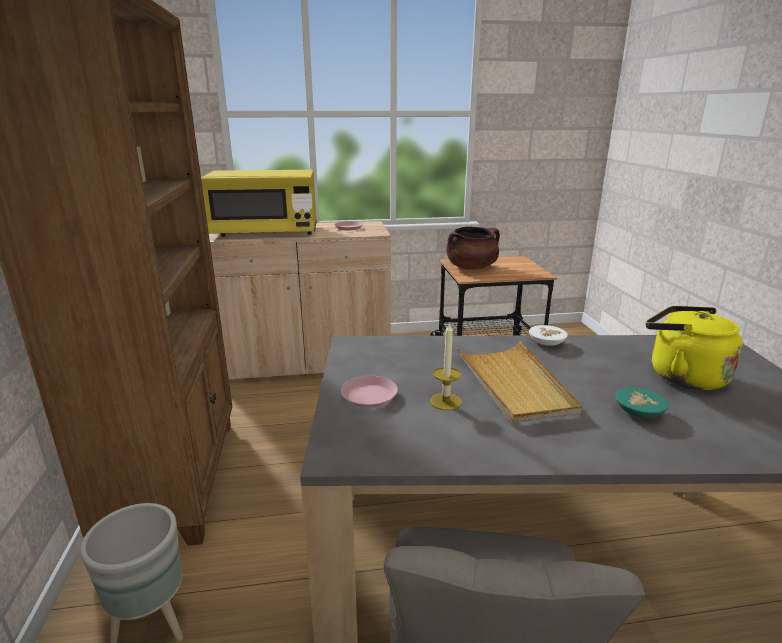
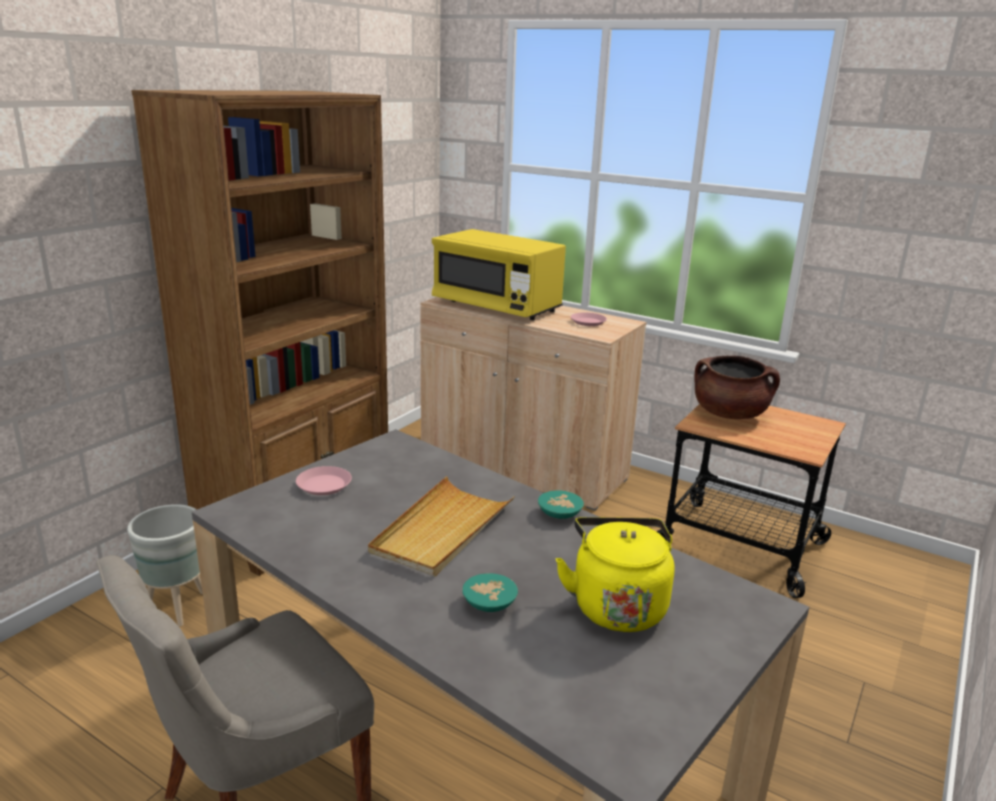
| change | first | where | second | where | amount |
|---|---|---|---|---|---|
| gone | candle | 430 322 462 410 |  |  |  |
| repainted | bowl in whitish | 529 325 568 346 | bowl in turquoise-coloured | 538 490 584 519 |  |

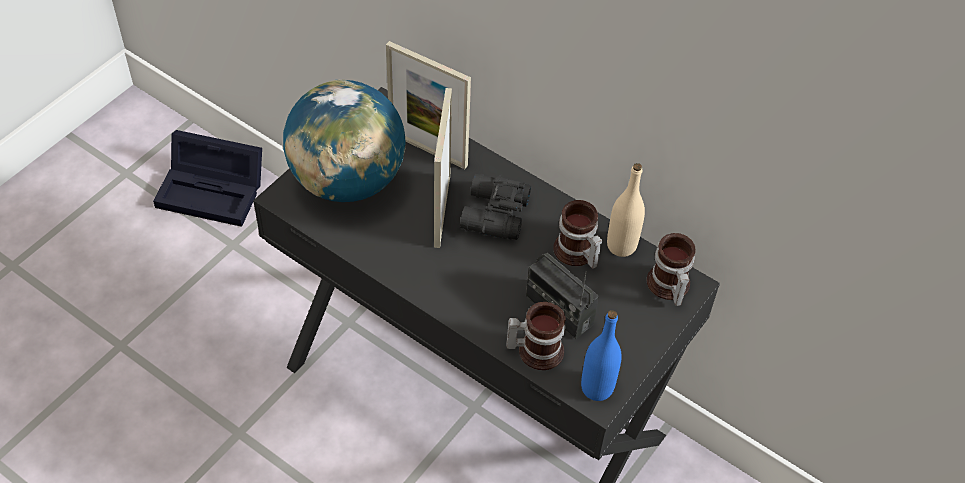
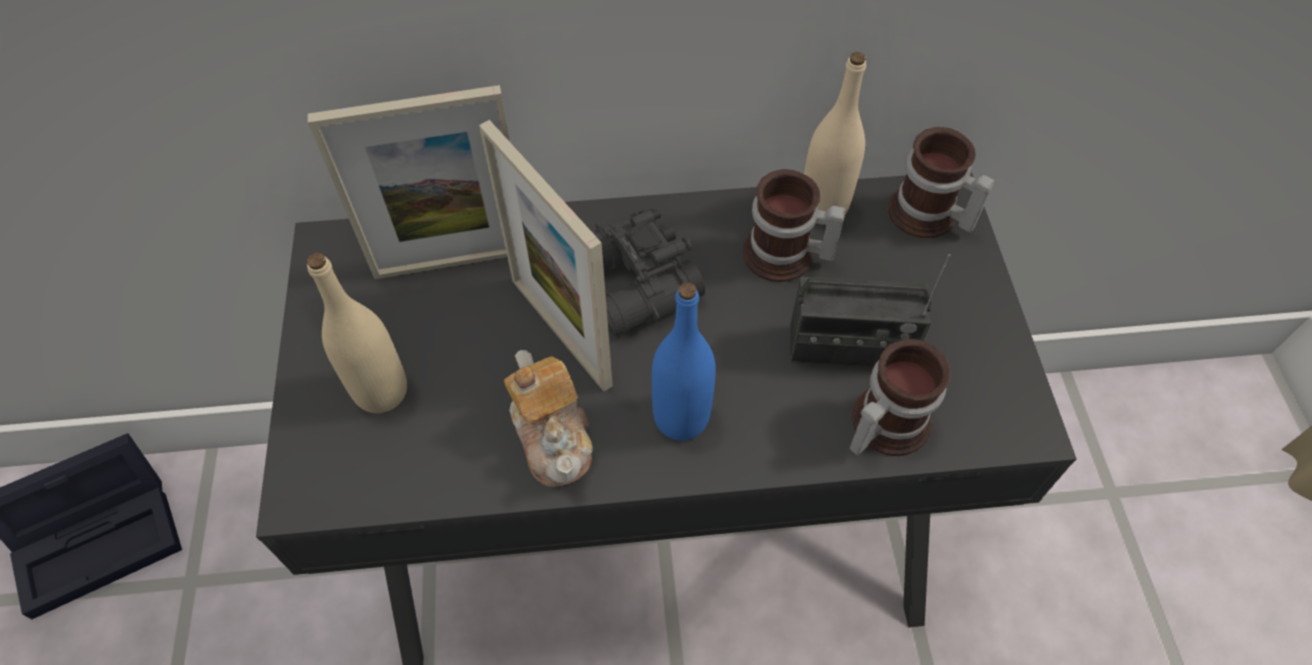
| change | first | where | second | where | amount |
|---|---|---|---|---|---|
| new |  |  | teapot | 504 350 593 487 |  |
| shifted | bottle in bluish | 581 310 622 401 |  | 652 282 716 440 |  |
| swapped | desk globe | 283 79 406 202 | bottle in beige | 307 253 407 413 |  |

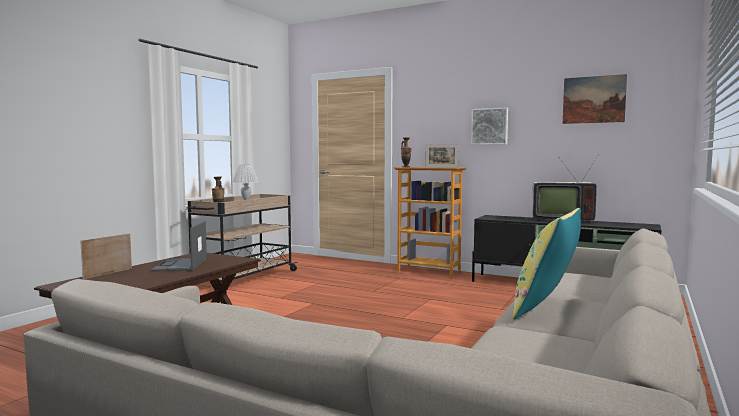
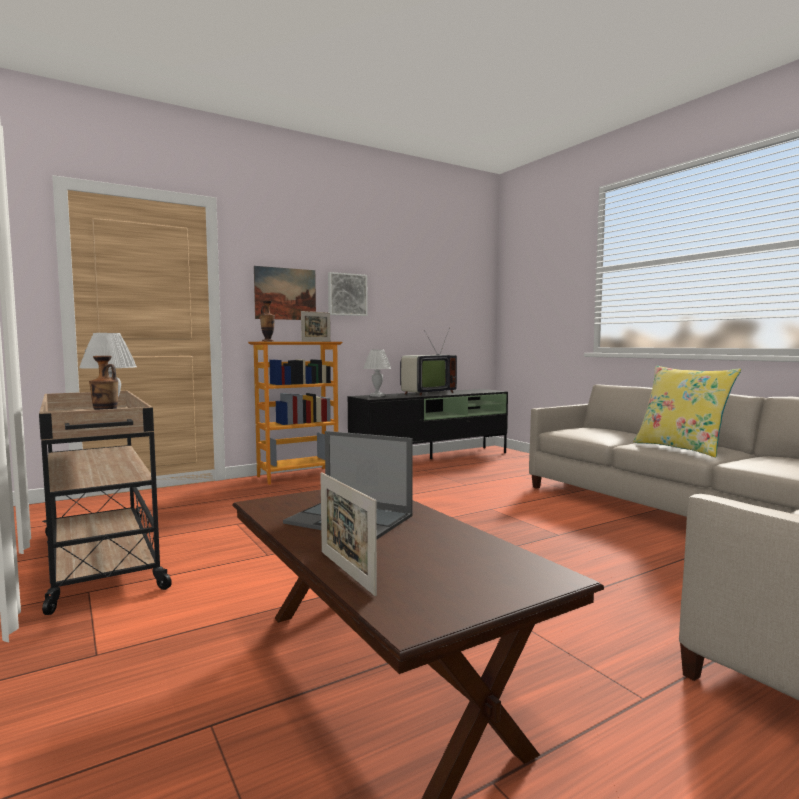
| change | first | where | second | where | amount |
|---|---|---|---|---|---|
| new |  |  | lamp for a table in whitish | 363 350 391 397 |  |
| shifted | wall art | 563 74 627 124 |  | 254 266 316 320 |  |

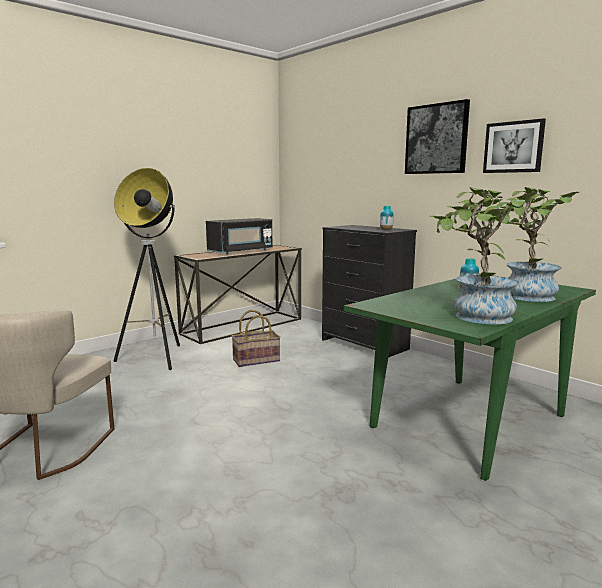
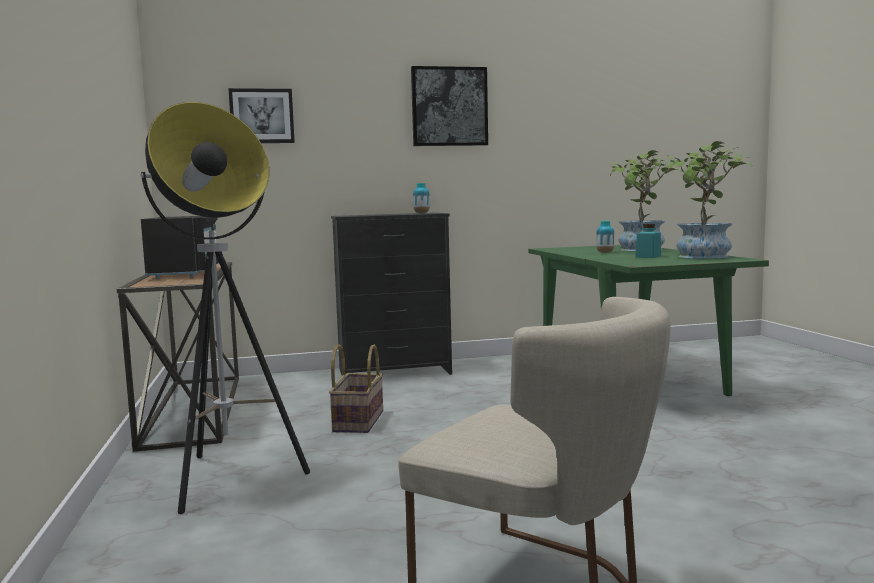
| change | first | where | second | where | amount |
|---|---|---|---|---|---|
| new |  |  | storage jar in turquoise-coloured | 635 224 661 258 |  |
| shifted | wall art | 483 118 546 173 |  | 228 88 295 143 |  |

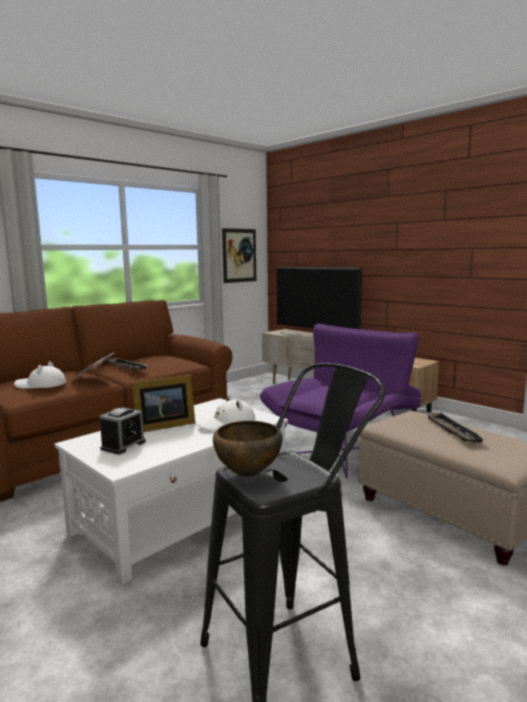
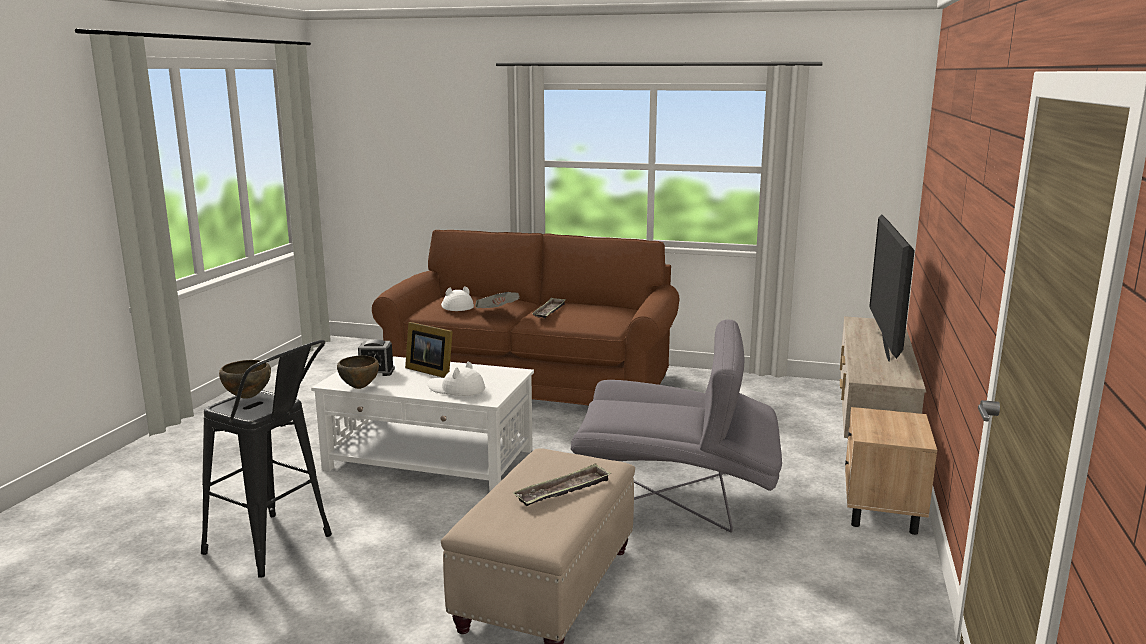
| change | first | where | second | where | amount |
|---|---|---|---|---|---|
| gone | wall art | 222 228 256 283 |  |  |  |
| new |  |  | bowl in brown | 337 355 379 389 |  |
| repainted | lounge chair in purplish | 260 324 421 478 | lounge chair in grey | 571 319 782 533 |  |

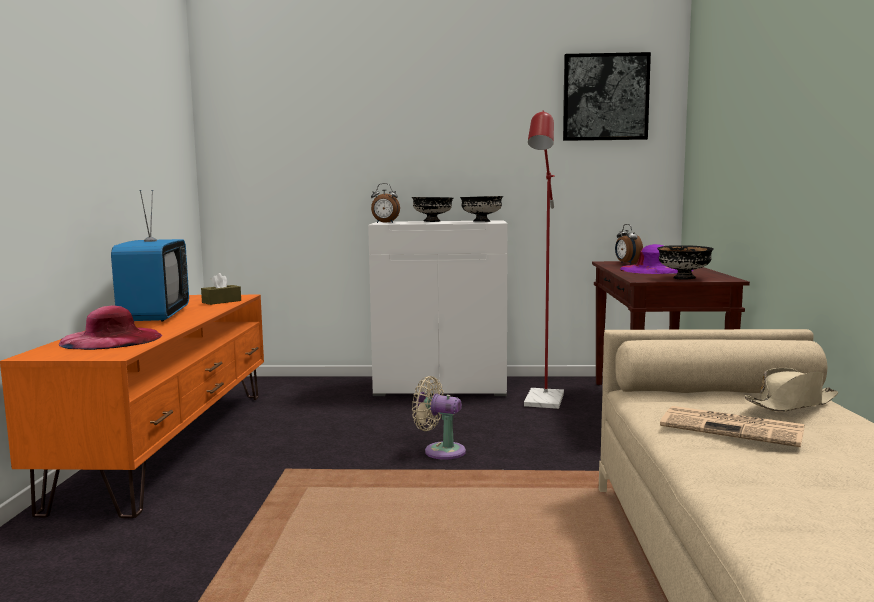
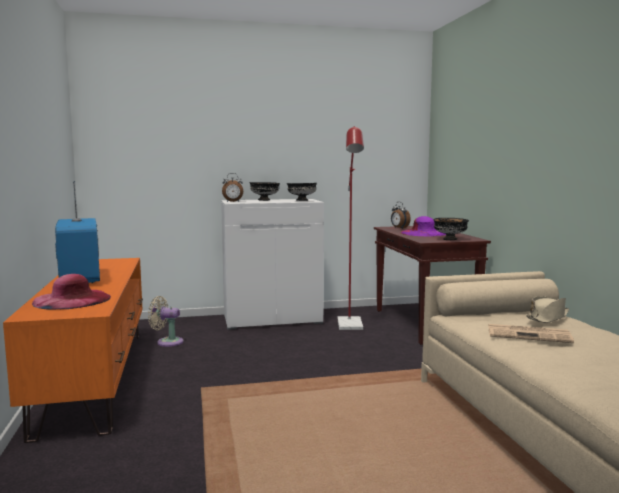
| change | first | where | second | where | amount |
|---|---|---|---|---|---|
| gone | tissue box in brown | 201 273 241 305 |  |  |  |
| gone | wall art | 563 52 651 141 |  |  |  |
| shifted | cooling fan in beige | 412 376 466 460 |  | 148 296 183 347 |  |

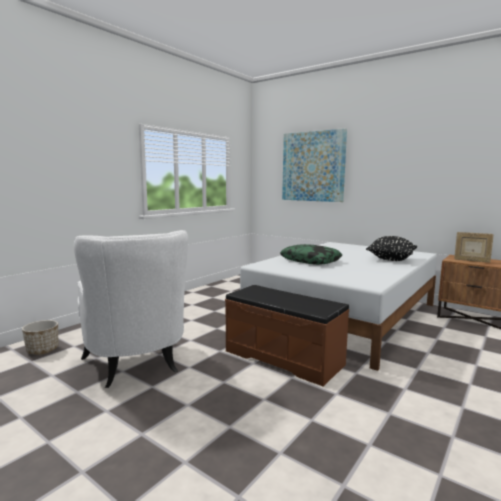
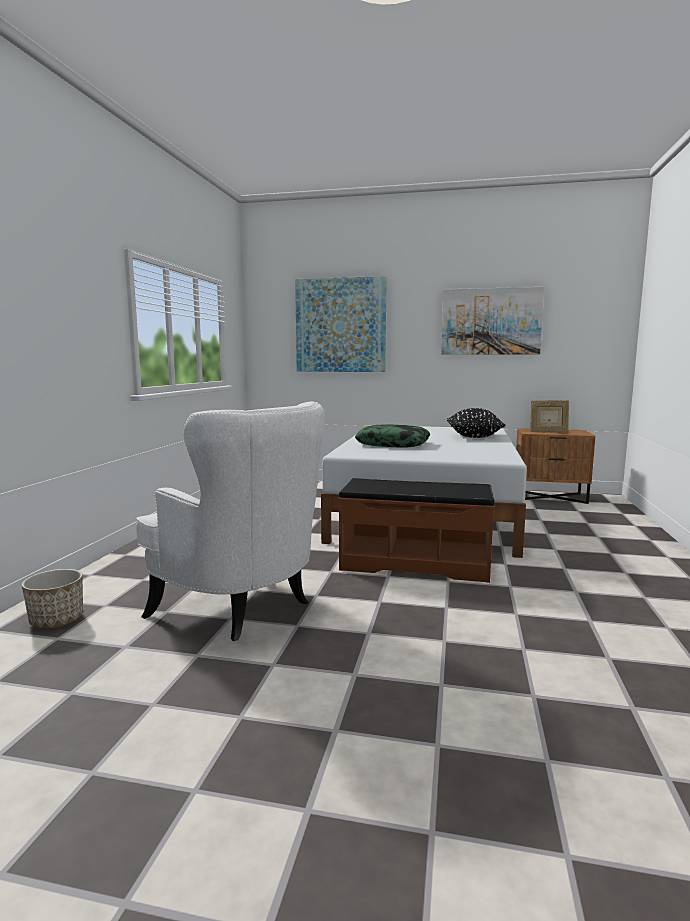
| change | first | where | second | where | amount |
|---|---|---|---|---|---|
| new |  |  | wall art | 441 287 544 355 |  |

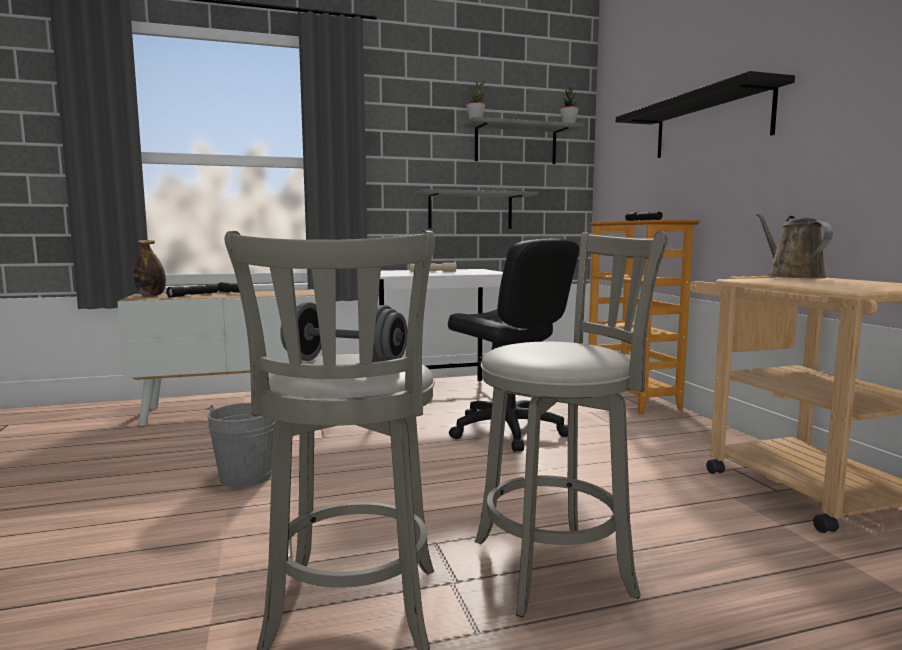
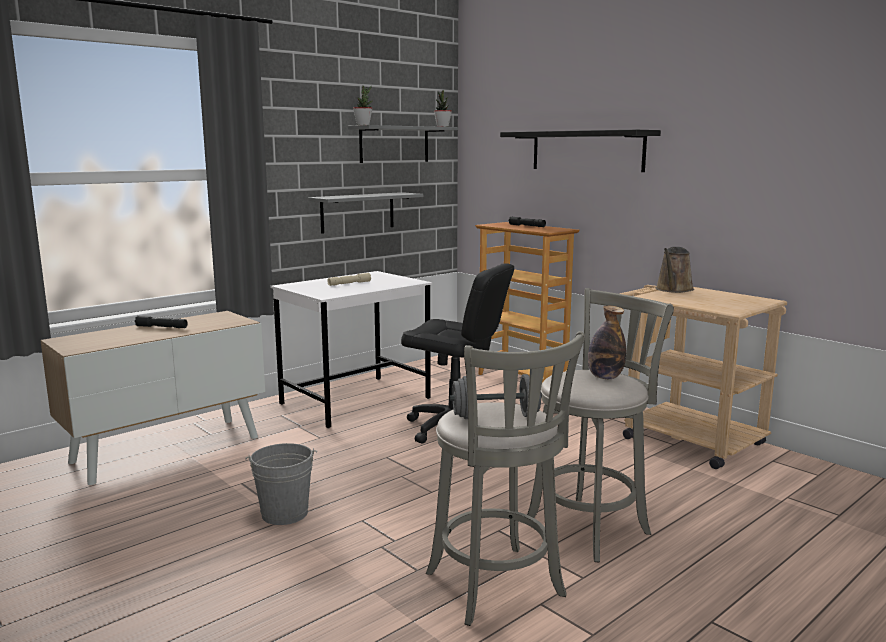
| change | first | where | second | where | amount |
|---|---|---|---|---|---|
| gone | torch in blackish | 166 284 218 298 |  |  |  |
| shifted | bottle | 134 240 166 296 |  | 588 306 626 379 |  |
| rotated | watering pot in brown | 756 213 833 279 |  | 655 247 694 293 | 120 degrees counterclockwise |

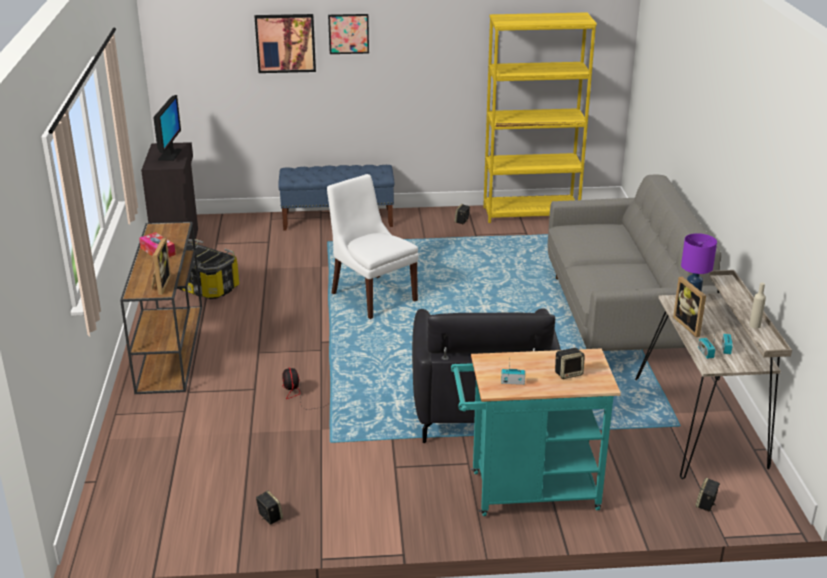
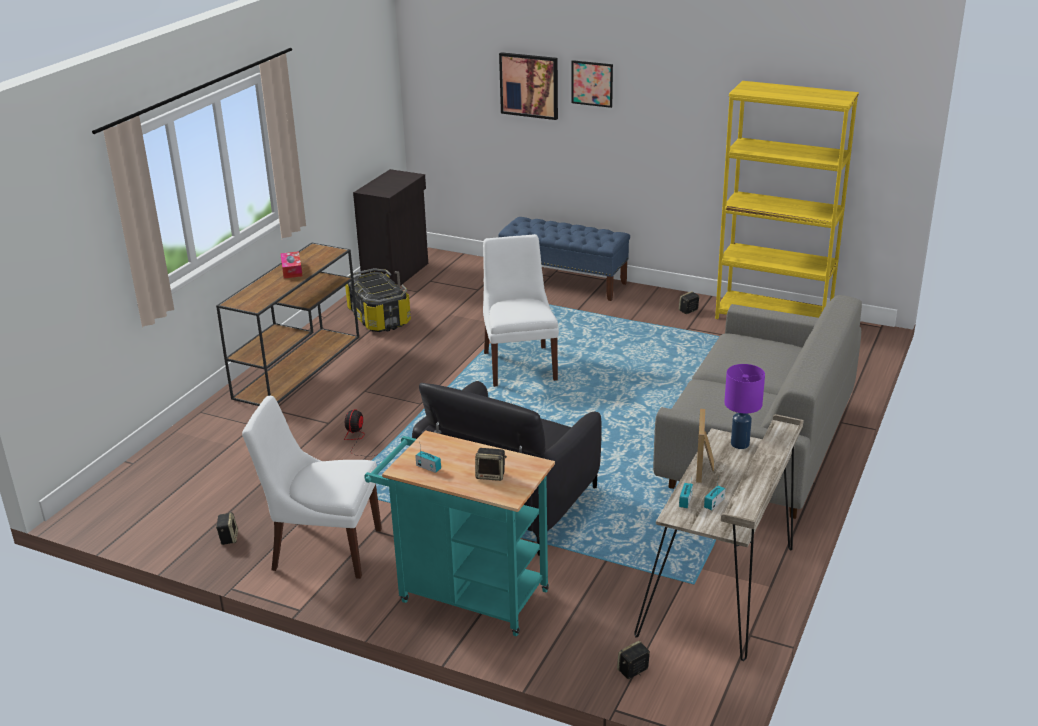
| change | first | where | second | where | amount |
|---|---|---|---|---|---|
| gone | picture frame | 151 237 171 295 |  |  |  |
| gone | computer display | 153 95 181 161 |  |  |  |
| gone | bottle in beige | 749 283 766 329 |  |  |  |
| new |  |  | upright chair in whitish | 242 396 382 579 |  |

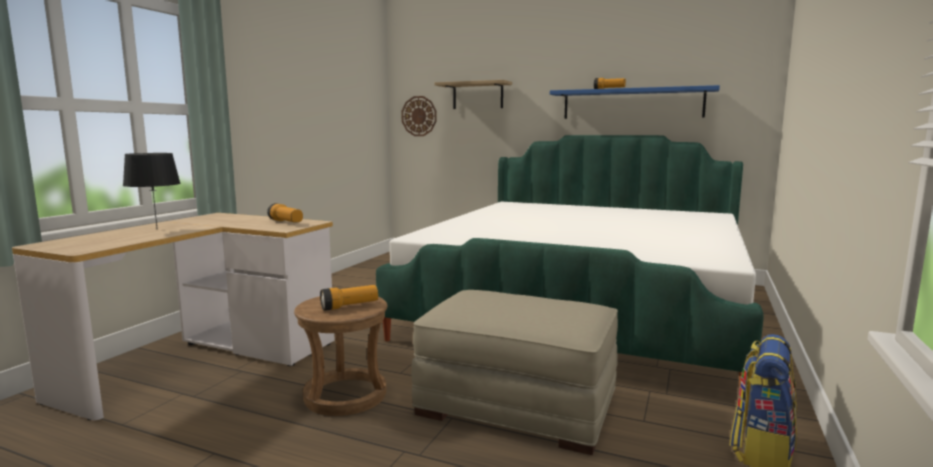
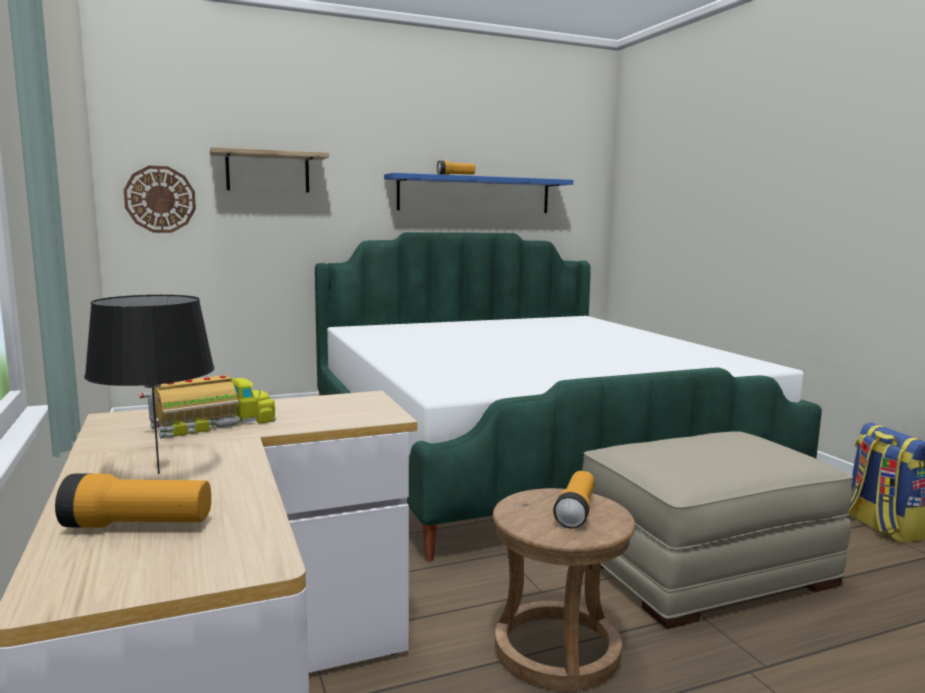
| change | first | where | second | where | amount |
|---|---|---|---|---|---|
| new |  |  | model truck | 138 375 276 439 |  |
| shifted | torch | 267 203 303 223 |  | 55 473 211 528 |  |

